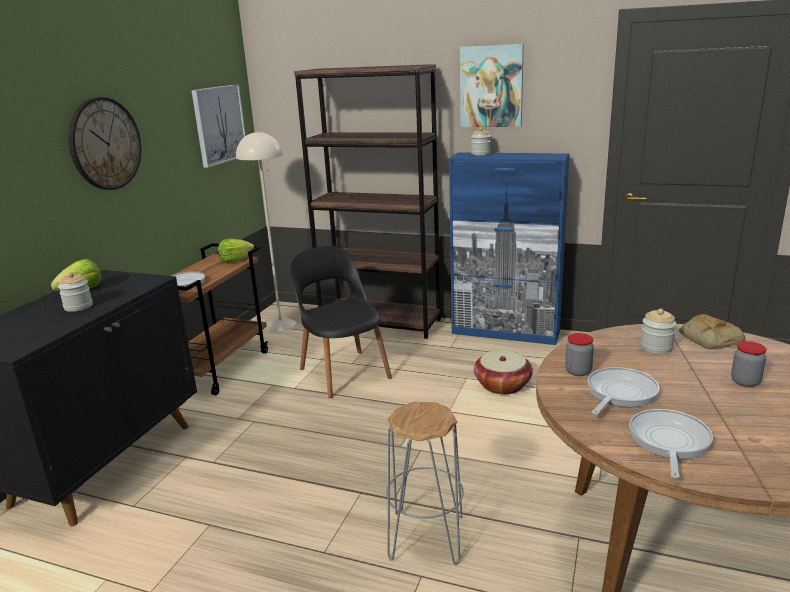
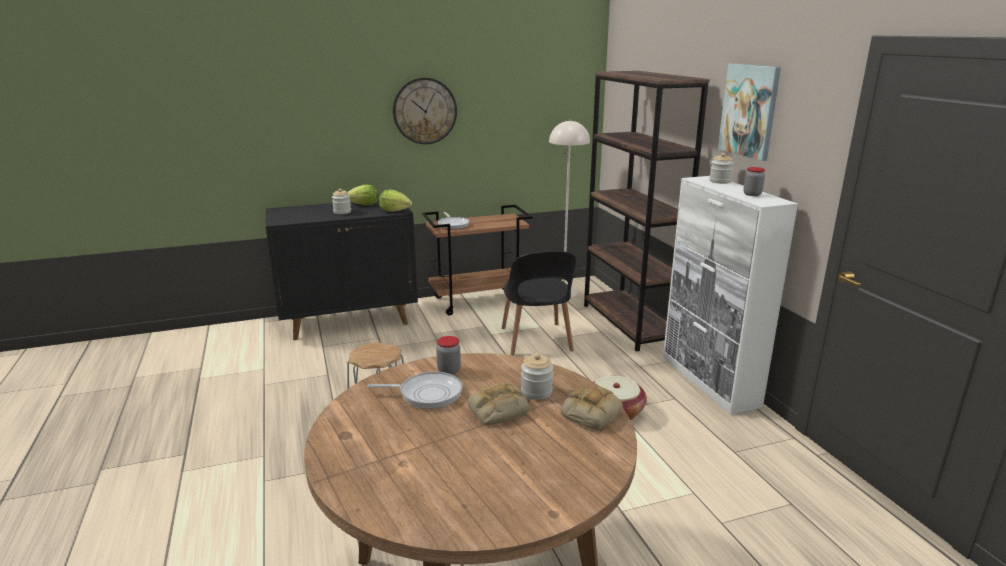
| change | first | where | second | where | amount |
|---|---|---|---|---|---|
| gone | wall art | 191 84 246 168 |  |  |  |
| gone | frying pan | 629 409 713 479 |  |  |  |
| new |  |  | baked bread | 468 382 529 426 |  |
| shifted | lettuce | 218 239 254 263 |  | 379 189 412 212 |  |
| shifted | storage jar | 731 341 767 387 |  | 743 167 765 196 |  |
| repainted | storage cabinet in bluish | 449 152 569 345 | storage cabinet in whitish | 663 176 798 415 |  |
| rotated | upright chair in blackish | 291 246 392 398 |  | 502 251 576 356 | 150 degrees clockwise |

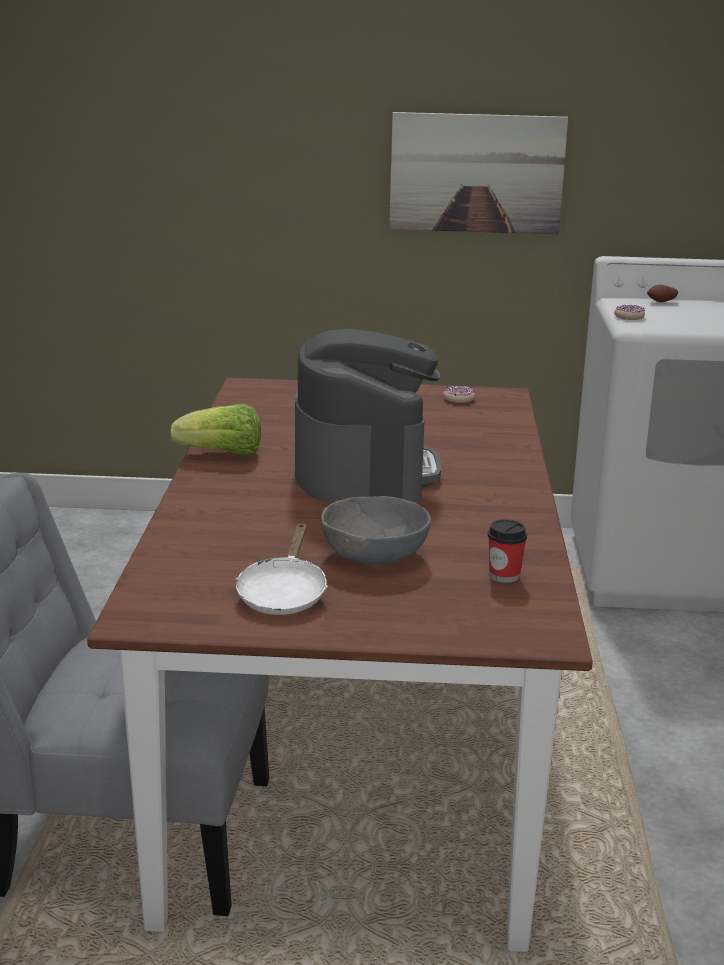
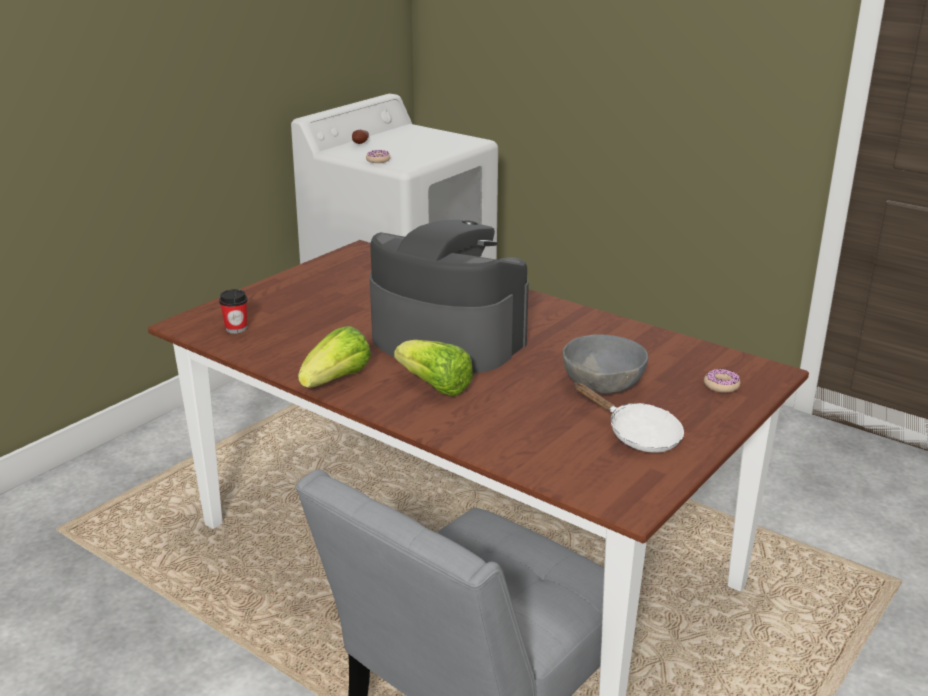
| change | first | where | second | where | amount |
|---|---|---|---|---|---|
| gone | wall art | 389 112 568 234 |  |  |  |
| new |  |  | lettuce | 394 340 473 397 |  |
| shifted | ring doughnut | 443 386 475 403 |  | 704 368 740 393 |  |
| shifted | cup | 488 519 527 583 |  | 219 289 247 334 |  |

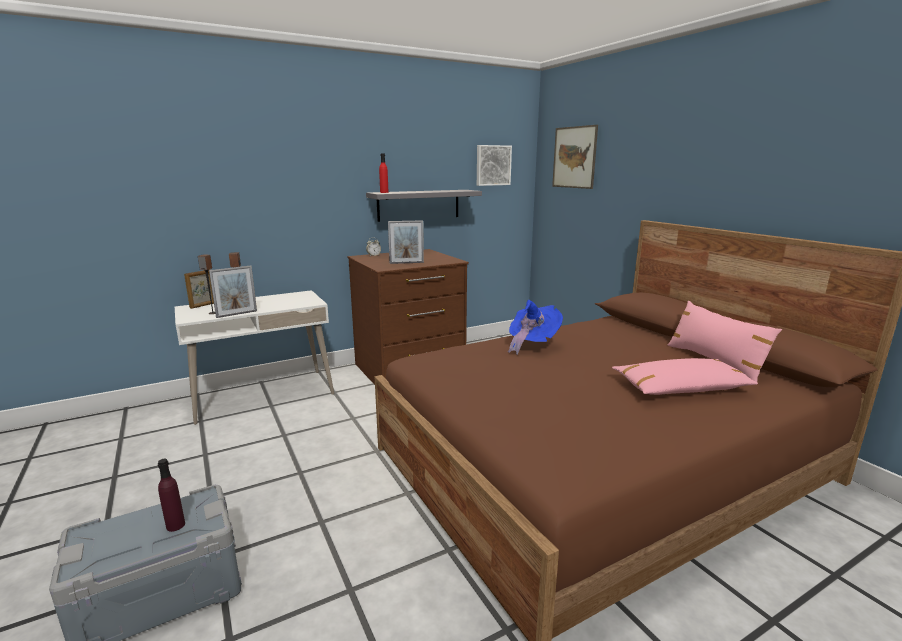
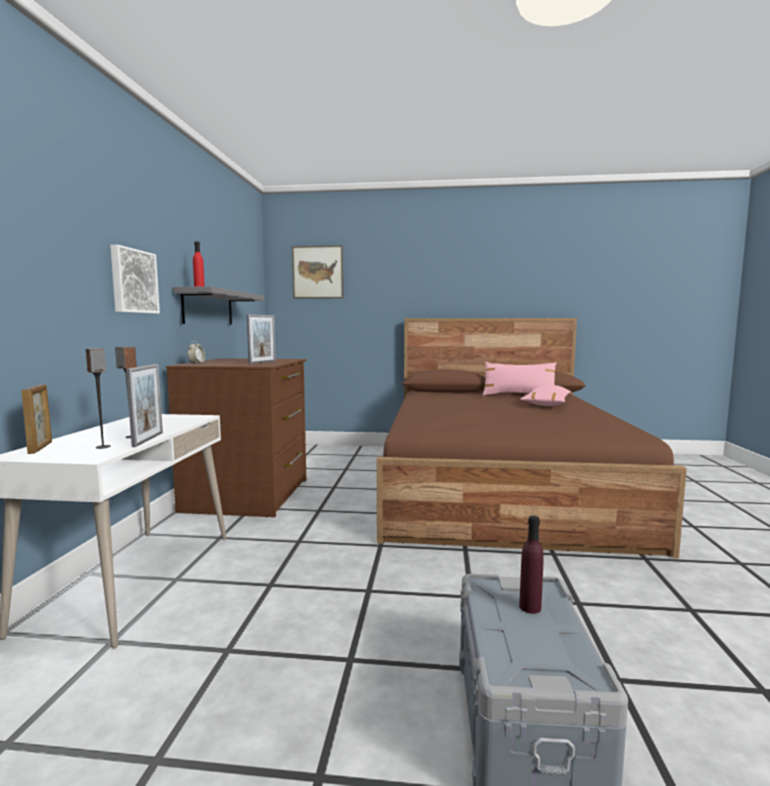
| change | first | where | second | where | amount |
|---|---|---|---|---|---|
| gone | hat in bluish | 508 300 563 355 |  |  |  |
| shifted | wall art | 477 145 512 186 |  | 110 245 160 314 |  |

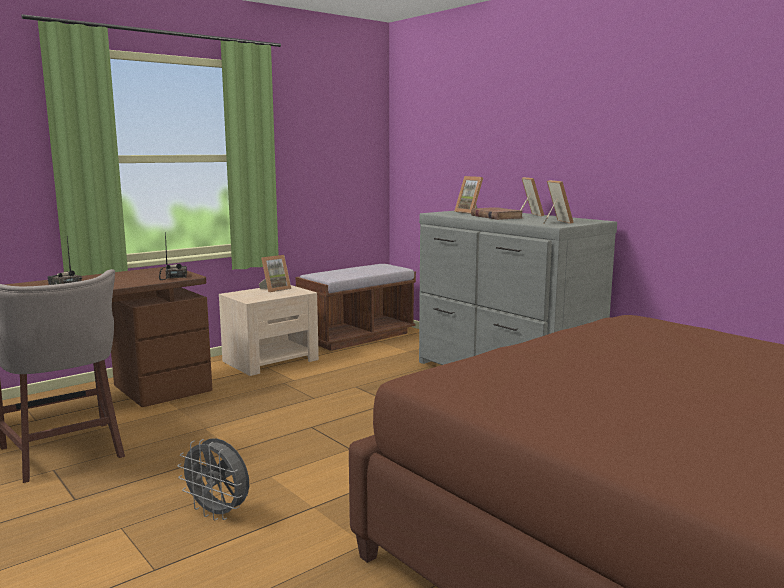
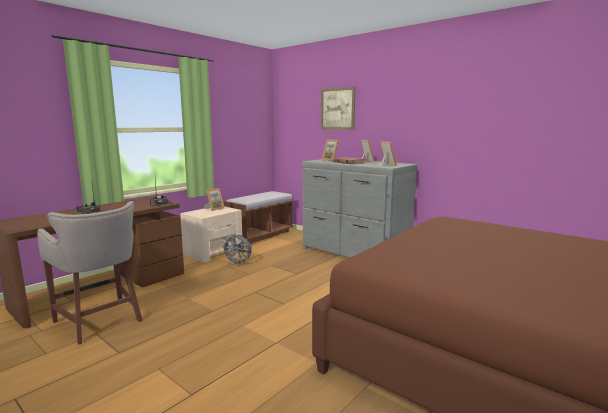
| change | first | where | second | where | amount |
|---|---|---|---|---|---|
| new |  |  | wall art | 321 87 355 130 |  |
| shifted | cooling fan in grey | 178 438 249 521 |  | 221 235 251 266 |  |

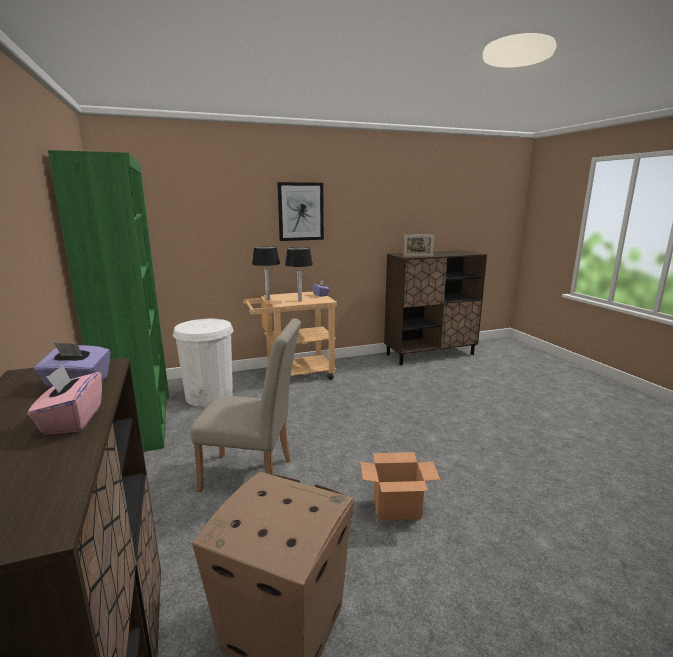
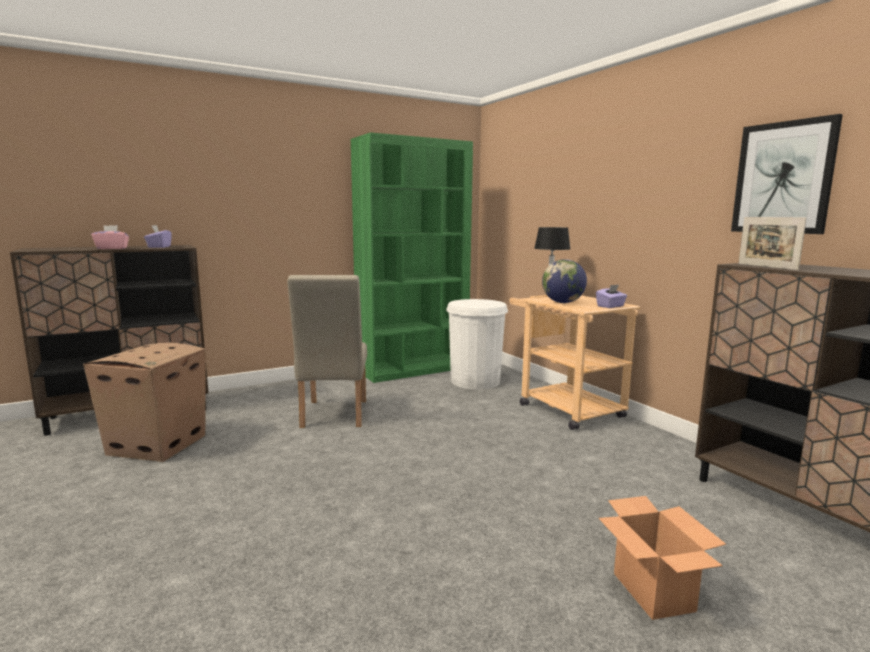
| change | first | where | second | where | amount |
|---|---|---|---|---|---|
| shifted | wall art | 277 182 324 241 |  | 731 114 843 234 |  |
| shifted | carton | 360 452 441 520 |  | 598 496 726 620 |  |
| swapped | lamp for a table | 285 247 313 301 | desk globe | 542 259 587 303 |  |

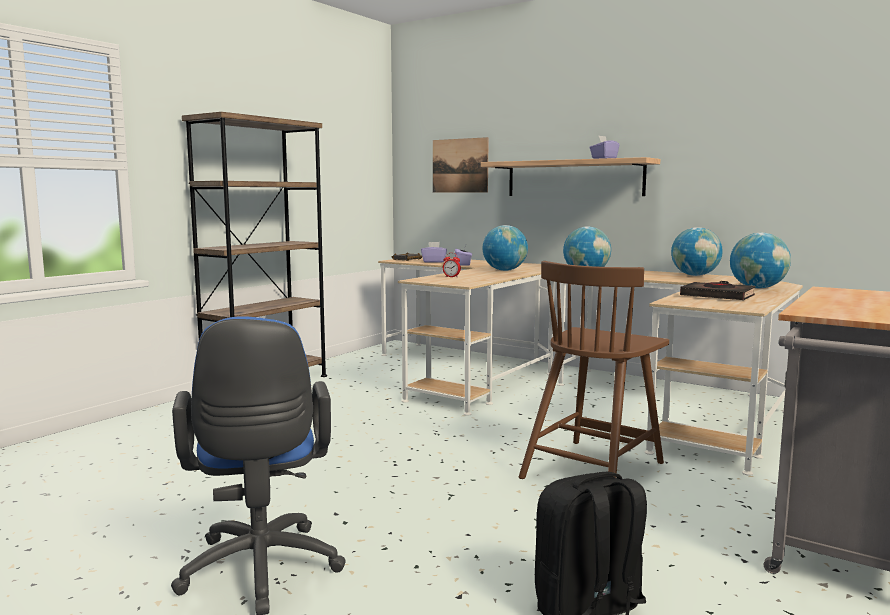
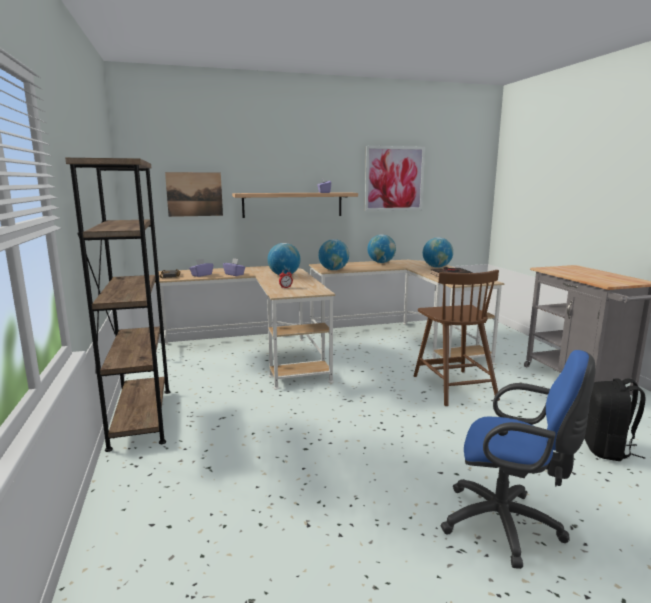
| change | first | where | second | where | amount |
|---|---|---|---|---|---|
| new |  |  | wall art | 365 146 425 211 |  |

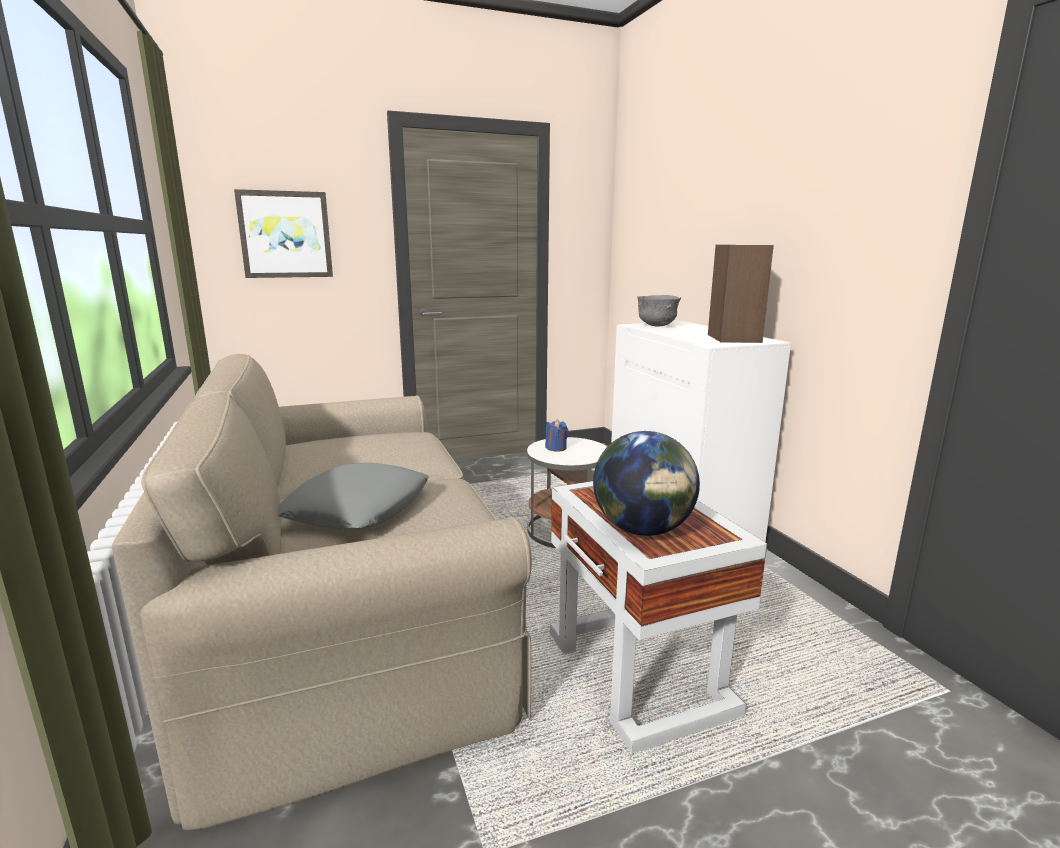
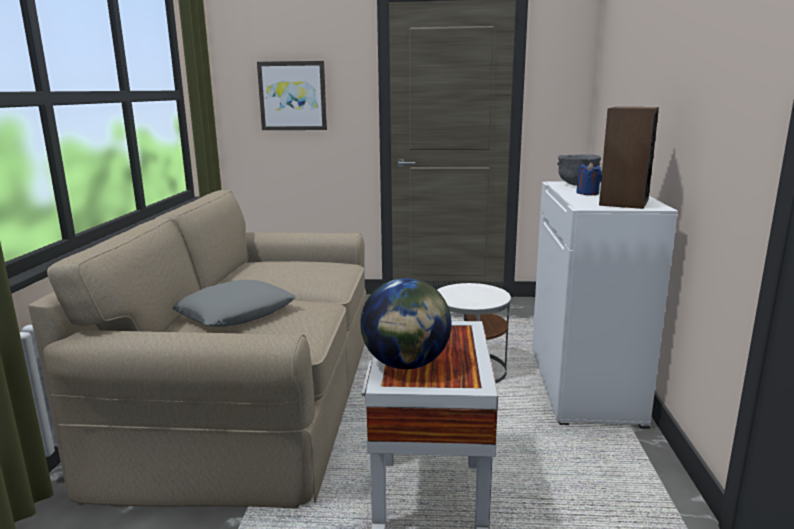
| change | first | where | second | where | amount |
|---|---|---|---|---|---|
| shifted | candle in bluish | 545 420 569 452 |  | 576 162 602 195 |  |

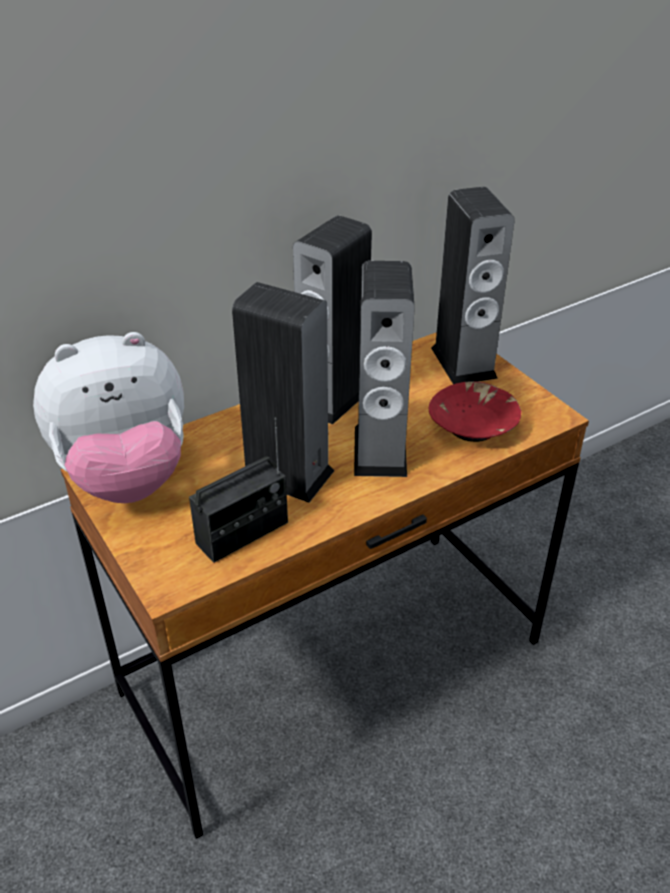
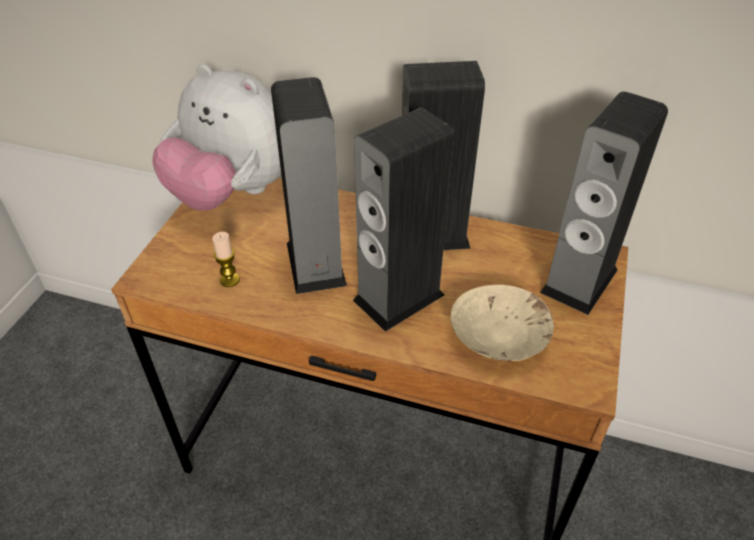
| change | first | where | second | where | amount |
|---|---|---|---|---|---|
| swapped | radio set | 189 417 288 563 | candle | 212 232 240 287 |  |
| repainted | bowl in red | 428 381 521 442 | bowl in beige | 451 285 554 361 |  |

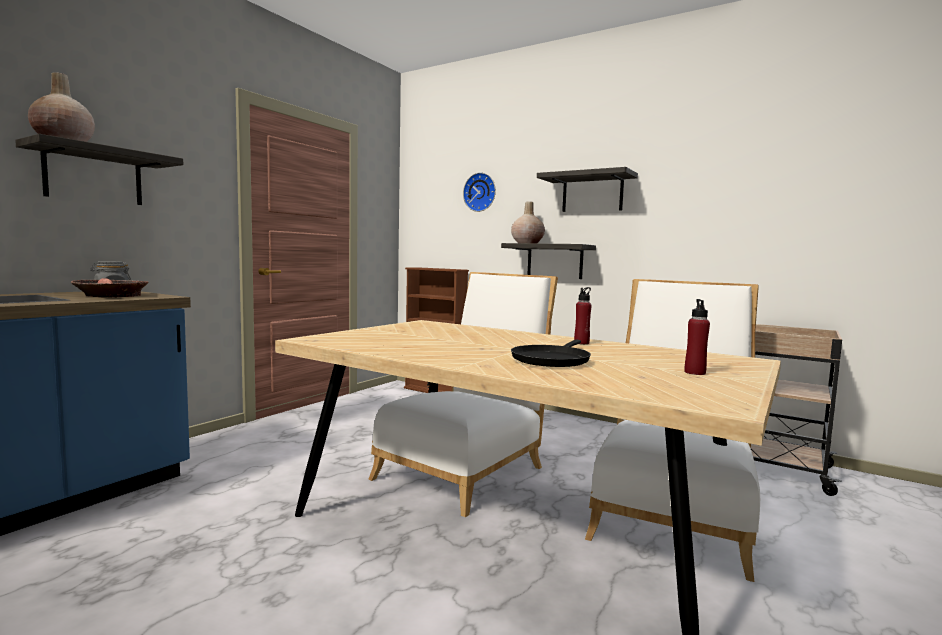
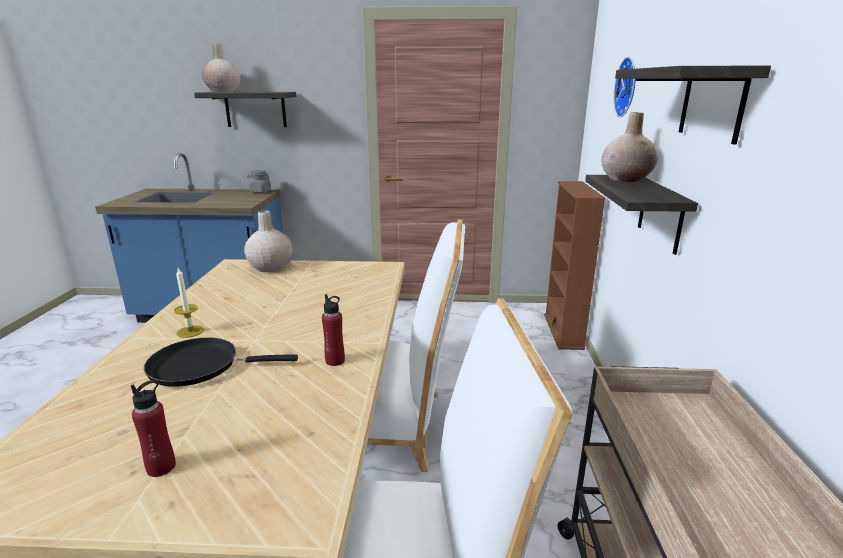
| change | first | where | second | where | amount |
|---|---|---|---|---|---|
| gone | bowl | 71 278 148 297 |  |  |  |
| new |  |  | candle | 174 268 204 338 |  |
| new |  |  | decorative vase in beige | 244 210 293 272 |  |

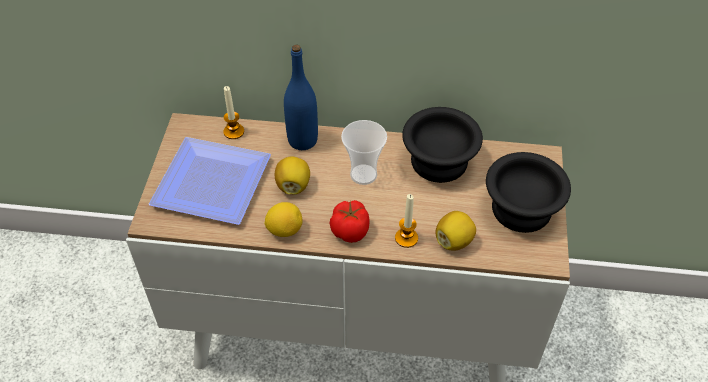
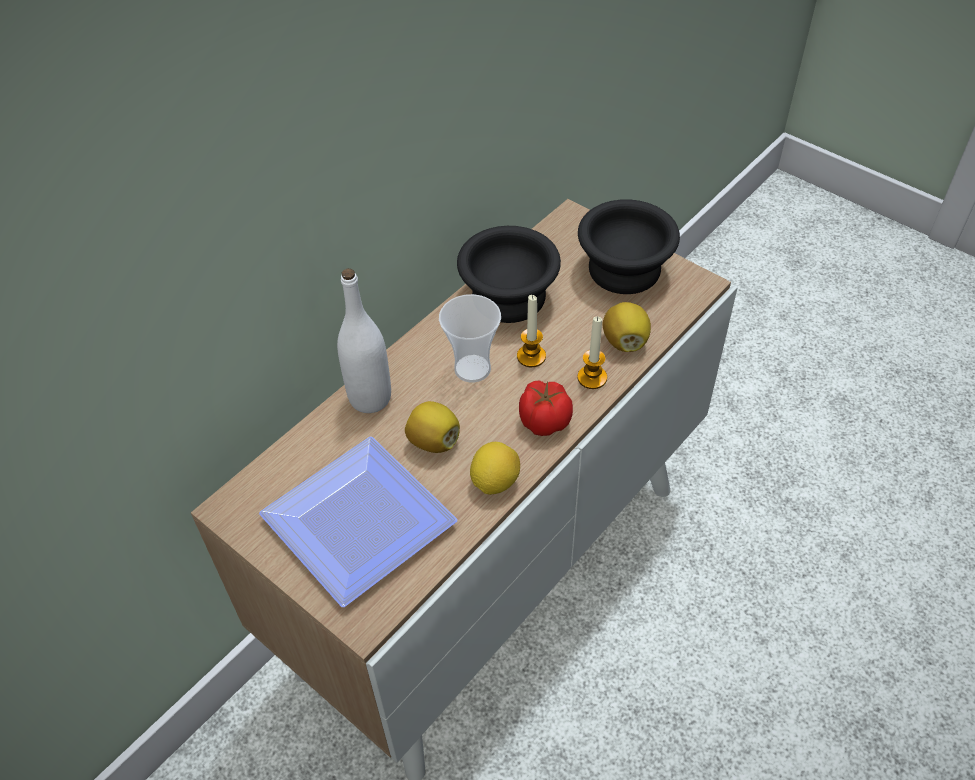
| change | first | where | second | where | amount |
|---|---|---|---|---|---|
| shifted | candle | 223 86 244 139 |  | 517 295 546 367 |  |
| repainted | bottle in bluish | 284 45 318 150 | bottle in whitish | 337 268 391 413 |  |

